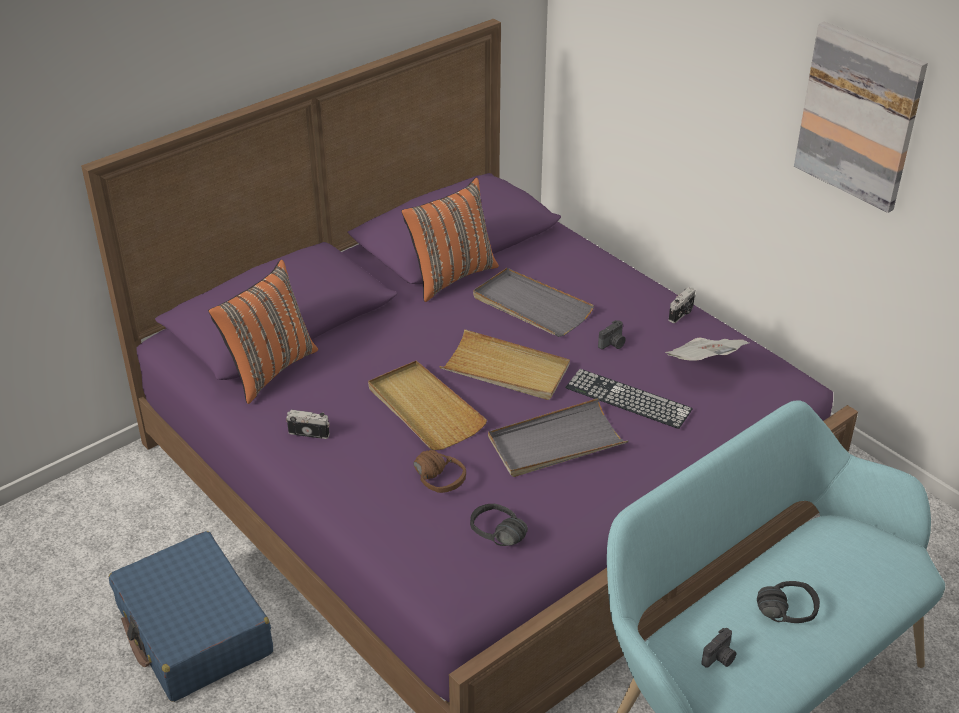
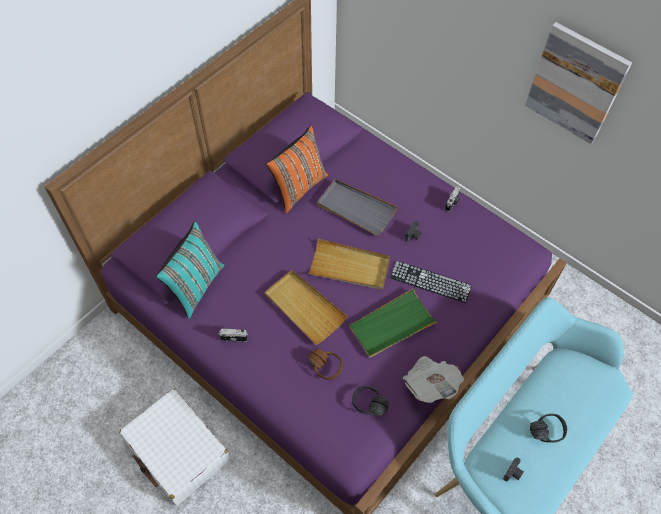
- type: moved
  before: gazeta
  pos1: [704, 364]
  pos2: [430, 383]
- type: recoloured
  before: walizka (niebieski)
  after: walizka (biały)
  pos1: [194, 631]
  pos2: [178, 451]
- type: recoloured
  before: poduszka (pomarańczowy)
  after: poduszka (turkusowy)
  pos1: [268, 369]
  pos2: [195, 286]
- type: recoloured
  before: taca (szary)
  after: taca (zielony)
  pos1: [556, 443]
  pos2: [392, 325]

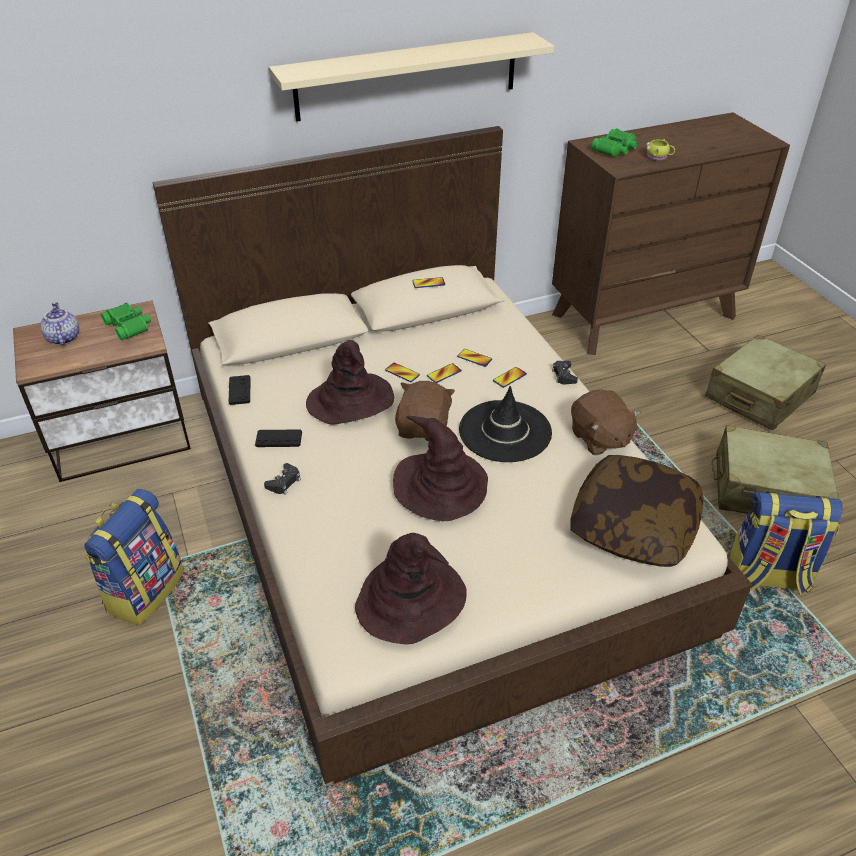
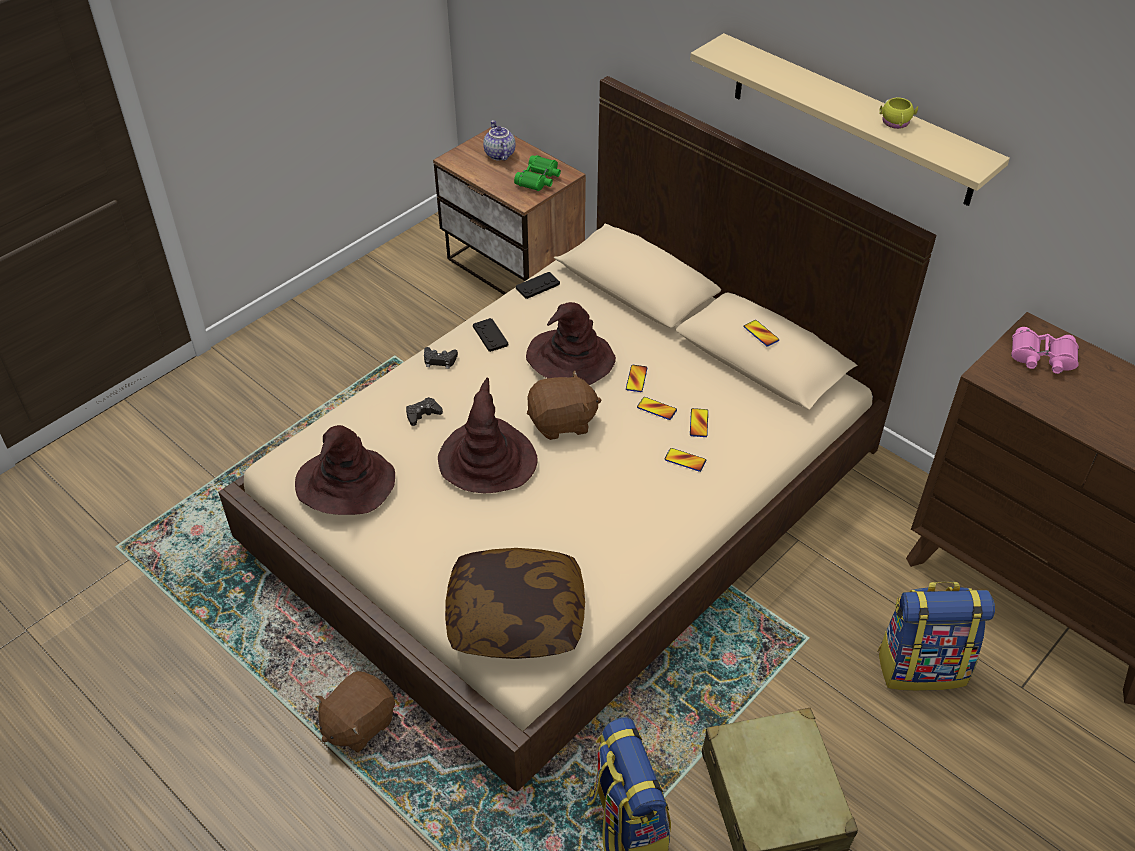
- type: removed
  before: kapelusz (czarny)
  pos1: [505, 431]
- type: removed
  before: walizka (beżowy)
  pos1: [759, 396]
- type: moved
  before: plecak
  pos1: [144, 590]
  pos2: [921, 666]
- type: moved
  before: pad do gier (czarny)
  pos1: [564, 376]
  pos2: [423, 414]
- type: moved
  before: pluszak (brązowy)
  pos1: [599, 438]
  pos2: [358, 723]
- type: moved
  before: kubek (żółty)
  pos1: [658, 158]
  pos2: [896, 123]
- type: recoloured
  before: lornetka (zielony)
  after: lornetka (różowy)
  pos1: [615, 149]
  pos2: [1042, 358]
- type: turned
  before: imbryk
  pos1: [62, 338]
  pos2: [499, 154]
  turn: -60

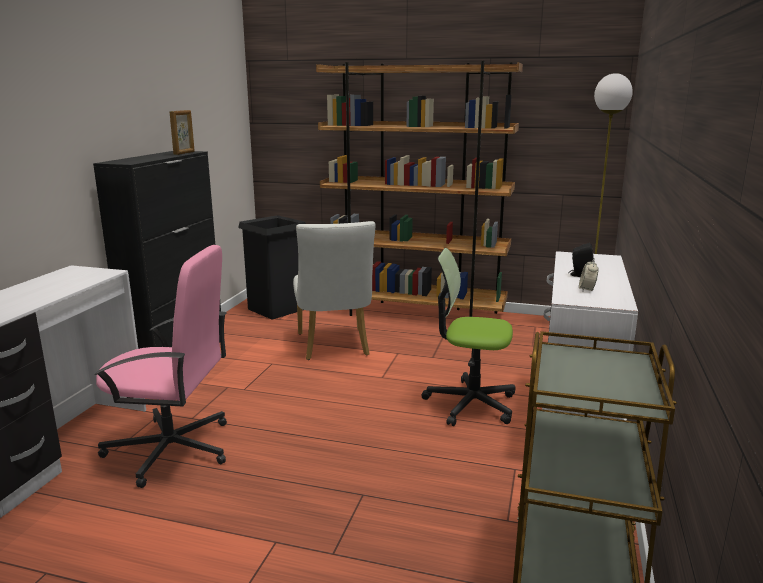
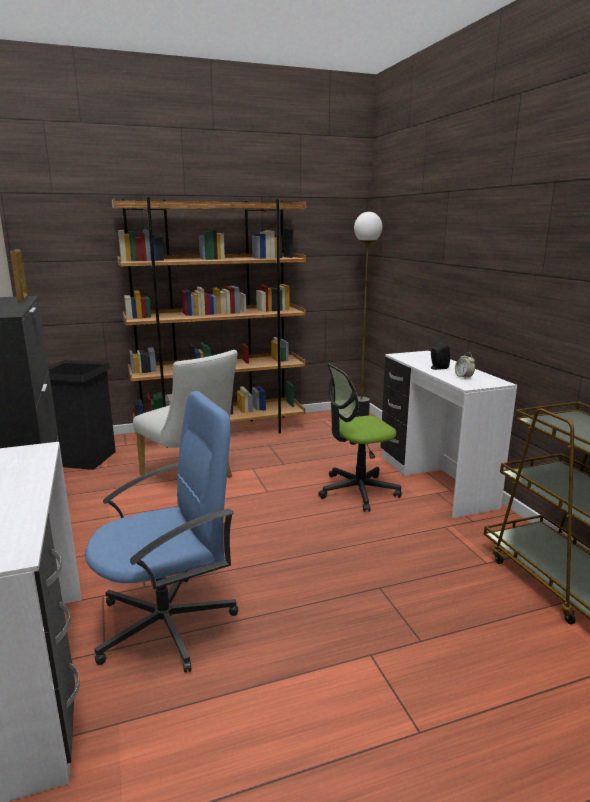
- type: recoloured
  before: krzesło biurowe (różowy)
  after: krzesło biurowe (niebieski)
  pos1: [172, 449]
  pos2: [168, 623]

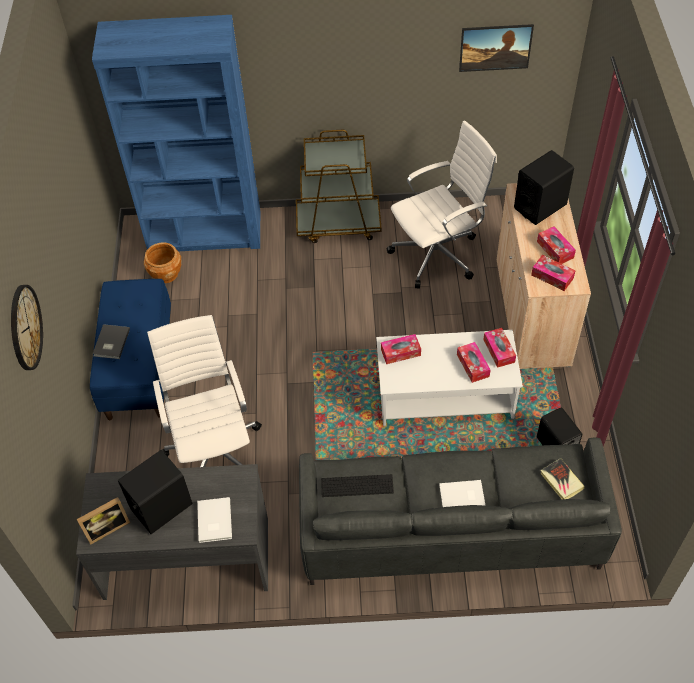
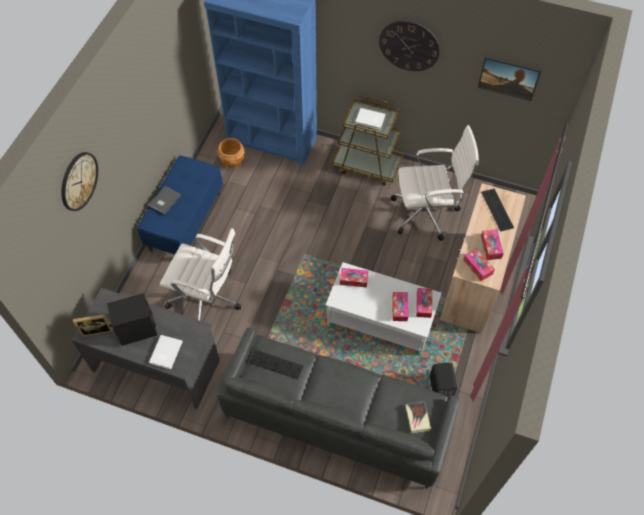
- type: added
  after: zegar ścienny
  pos2: [409, 45]
- type: moved
  before: książka (biały)
  pos1: [463, 498]
  pos2: [370, 120]
- type: replaced
  before: głośnik (czarny)
  after: klawiatura
  pos1: [540, 206]
  pos2: [497, 209]
- type: turned
  before: krzesło biurowe (biały)
  pos1: [214, 450]
  pos2: [207, 298]
  turn: 105

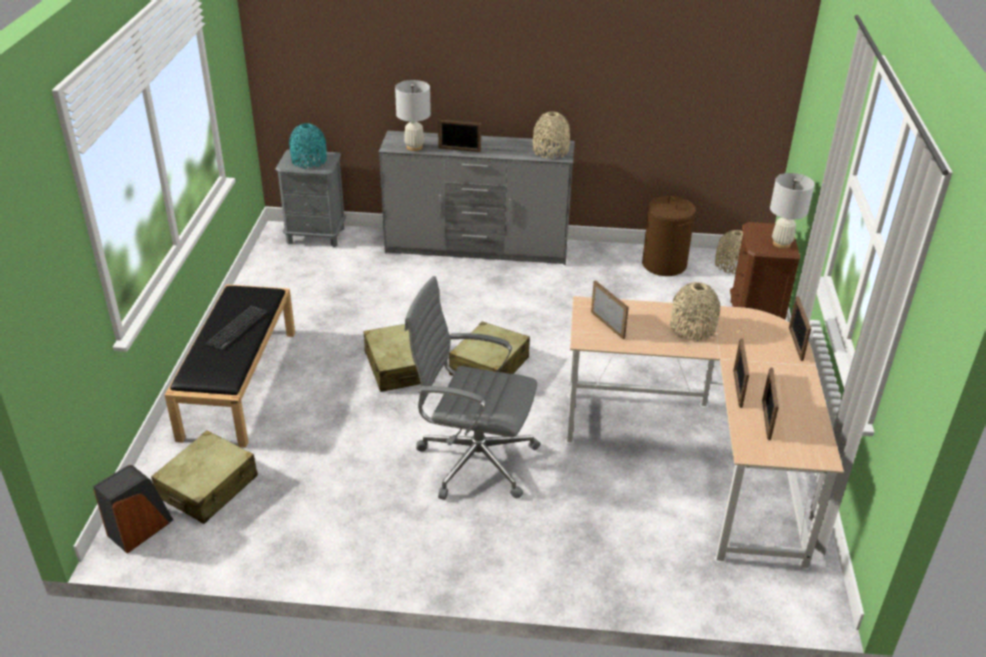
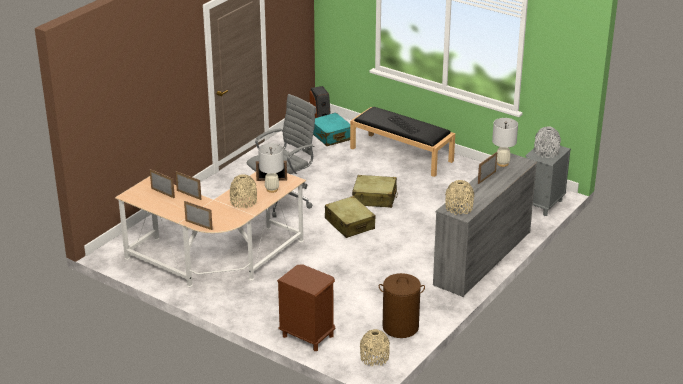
- type: moved
  before: lampa stołowa (biały)
  pos1: [781, 243]
  pos2: [272, 189]
- type: recoloured
  before: walizka (beżowy)
  after: walizka (turkusowy)
  pos1: [208, 487]
  pos2: [331, 136]
- type: recoloured
  before: wazon (turkusowy)
  after: wazon (szary)
  pos1: [309, 161]
  pos2: [546, 152]

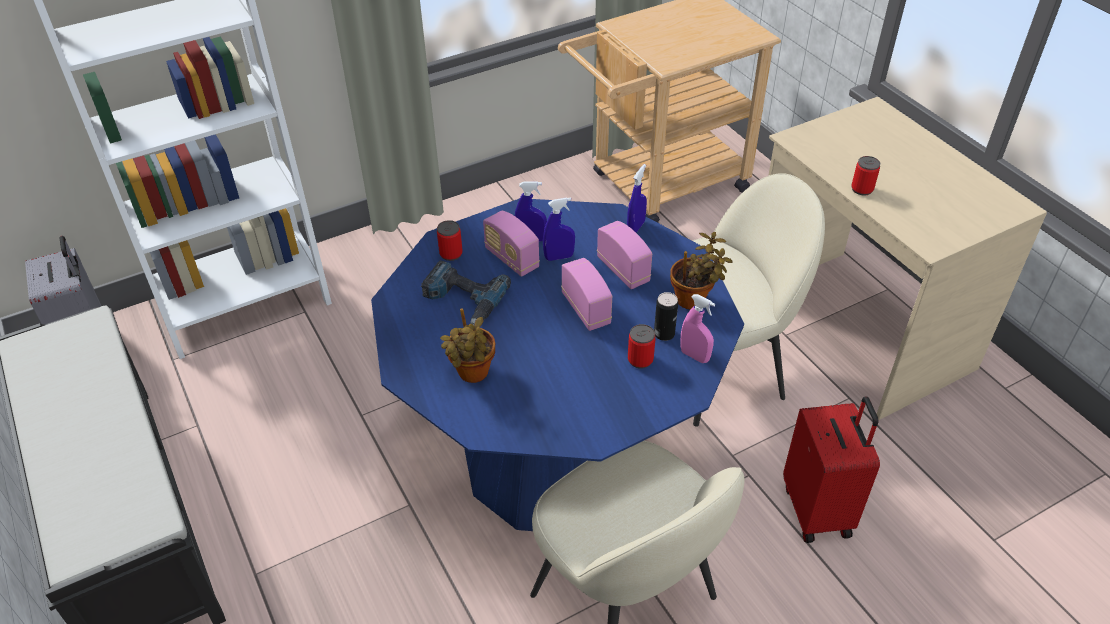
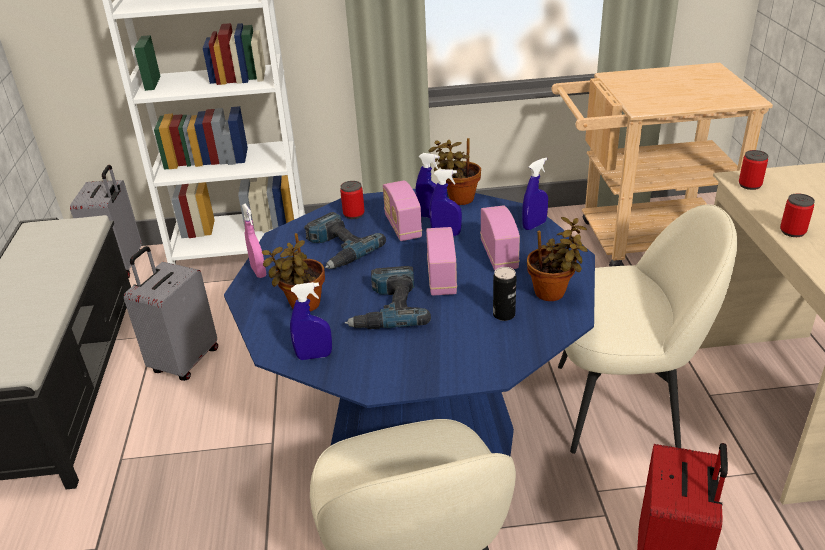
- type: added
  after: walizka (szary)
  pos2: [184, 361]
- type: added
  after: spryskiwacz (niebieski)
  pos2: [314, 356]
- type: added
  after: wiertarka
  pos2: [387, 308]
- type: added
  after: roślina doniczkowa
  pos2: [458, 199]
- type: moved
  before: puszka
  pos1: [640, 360]
  pos2: [749, 185]
- type: moved
  before: spryskiwacz (różowy)
  pos1: [694, 356]
  pos2: [258, 272]

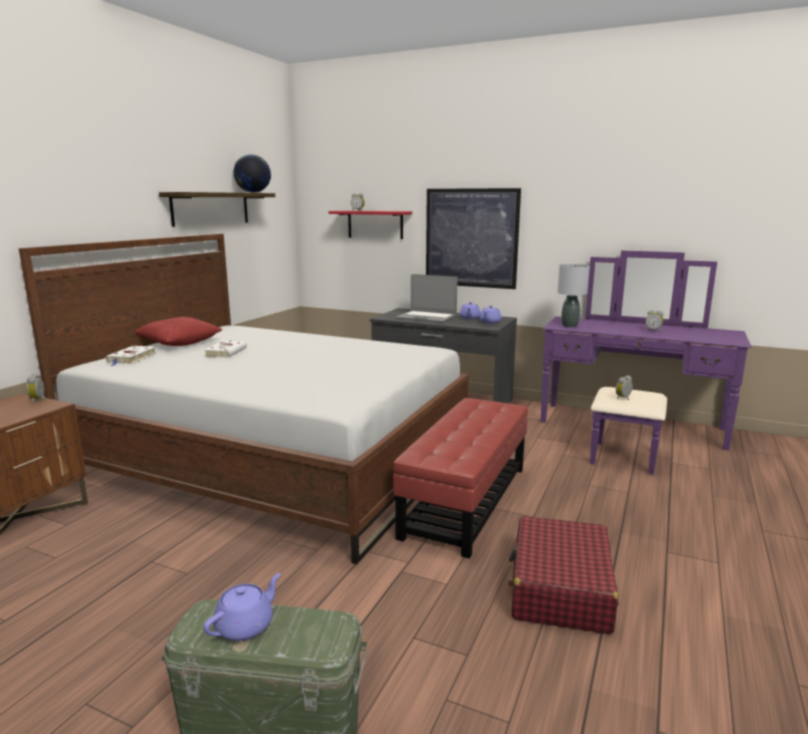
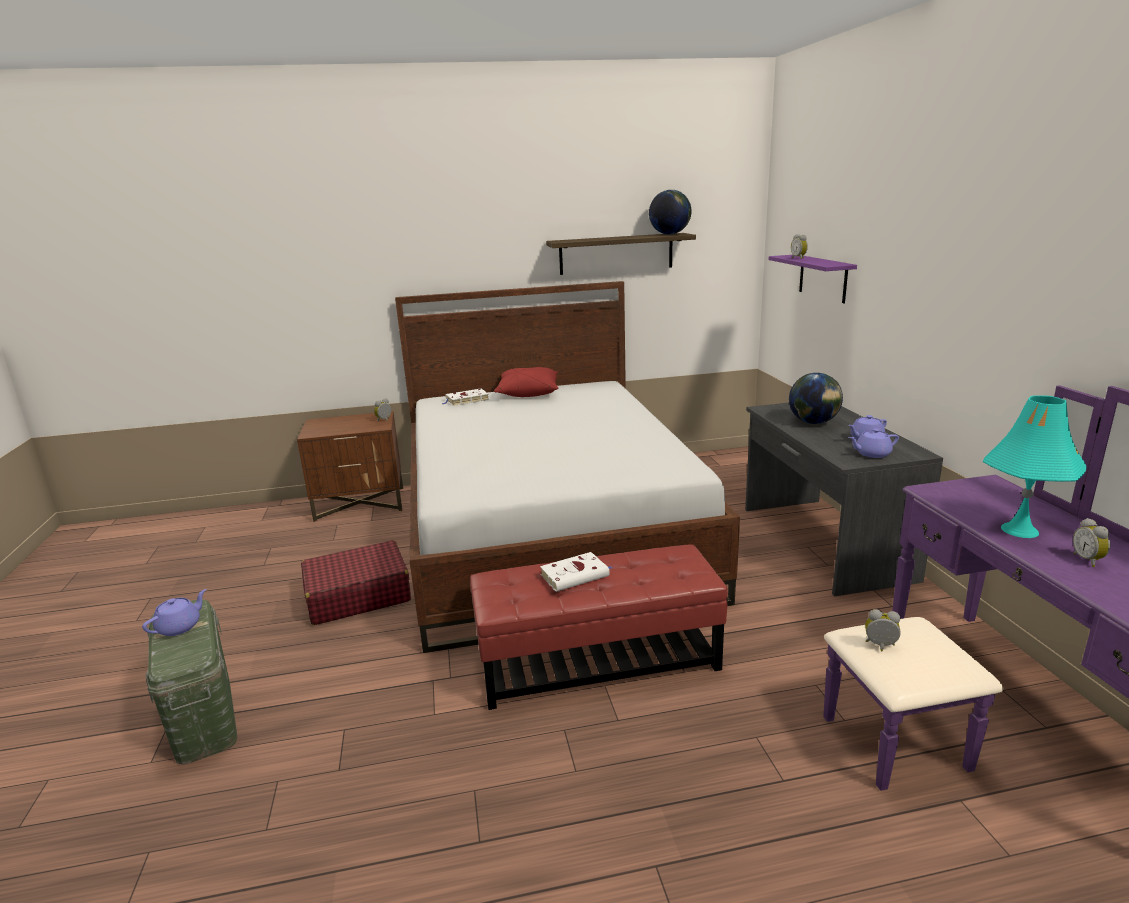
- type: removed
  before: obraz
  pos1: [471, 238]
- type: removed
  before: lampa stołowa (szary)
  pos1: [569, 325]
- type: added
  after: lampa stołowa (turkusowy)
  pos2: [1020, 530]
- type: moved
  before: książka (biały)
  pos1: [226, 352]
  pos2: [576, 575]
- type: moved
  before: walizka (czerwony)
  pos1: [560, 588]
  pos2: [357, 595]
- type: replaced
  before: laptop
  after: globus
  pos1: [426, 317]
  pos2: [813, 423]
- type: recoloured
  before: półka (czerwony)
  after: półka (fioletowy)
  pos1: [375, 224]
  pos2: [823, 278]
- type: turned
  before: imbryk (fioletowy)
  pos1: [246, 626]
  pos2: [180, 627]
  turn: -60

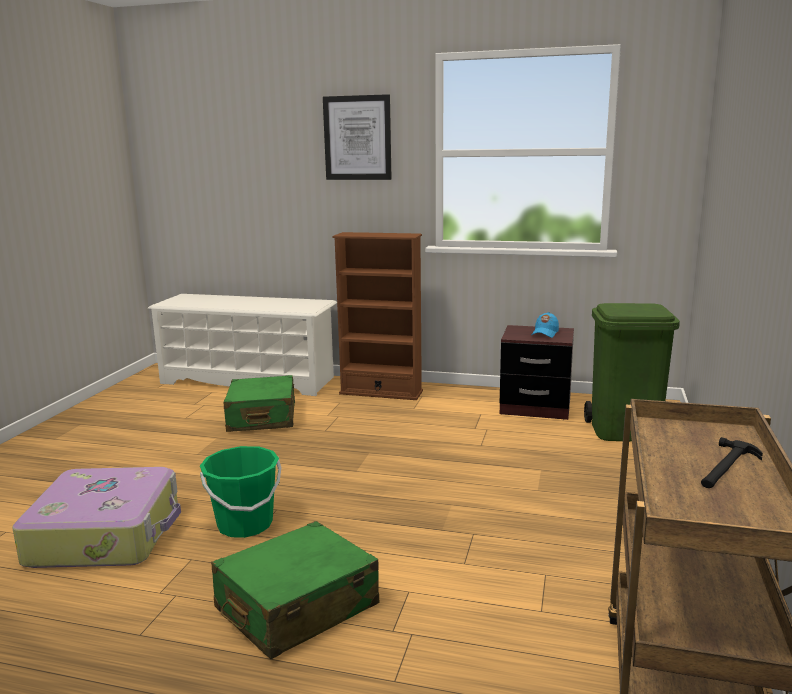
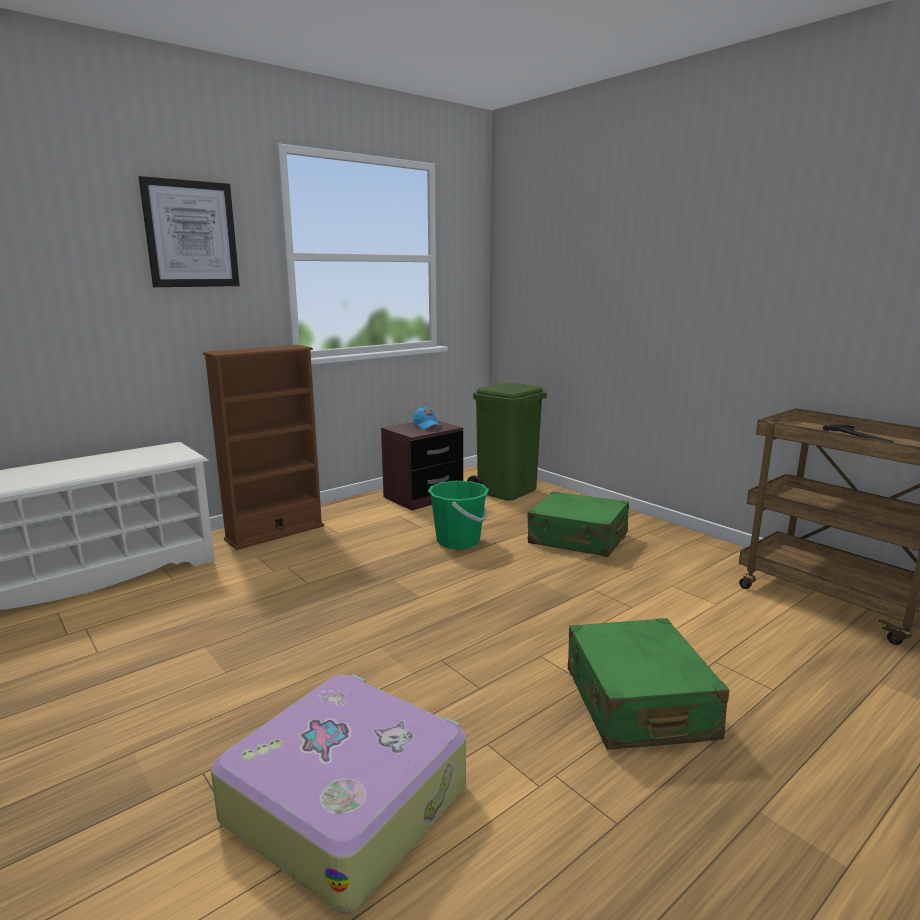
- type: moved
  before: wiadro (zielony)
  pos1: [245, 525]
  pos2: [458, 541]
- type: moved
  before: walizka (zielony)
  pos1: [262, 418]
  pos2: [578, 538]

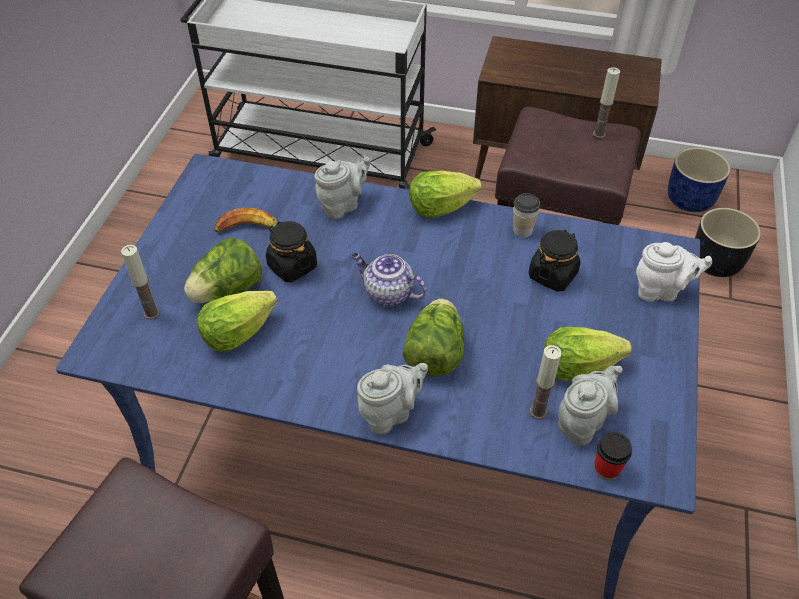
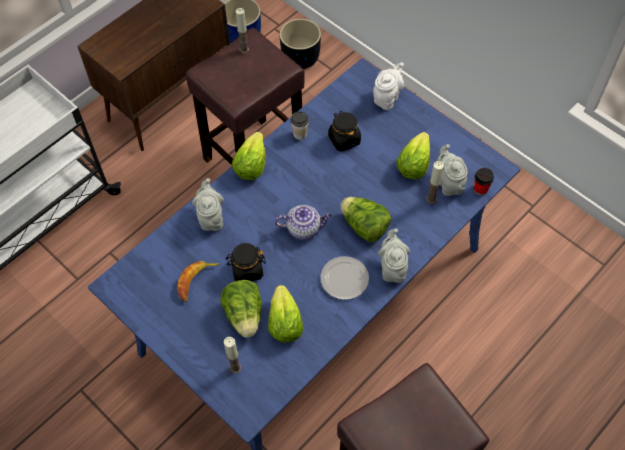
- type: added
  after: talerz
  pos2: [343, 279]
- type: turned
  before: imbryk
  pos1: [387, 293]
  pos2: [304, 228]
  turn: -150

